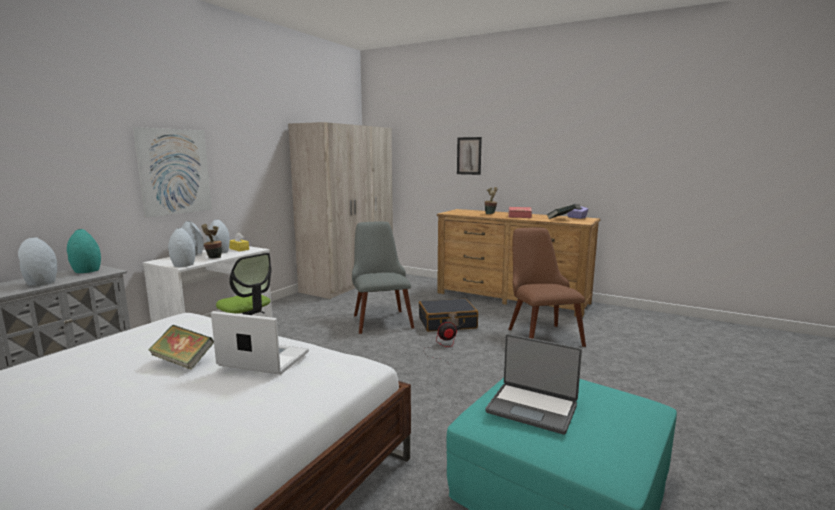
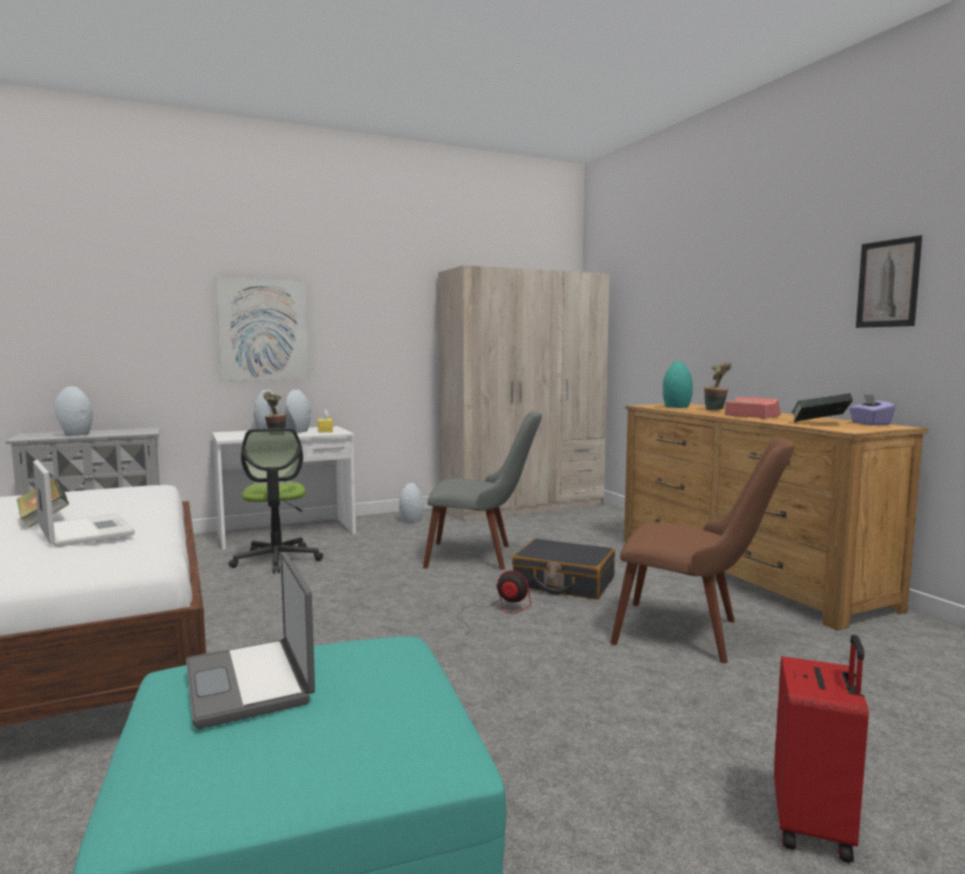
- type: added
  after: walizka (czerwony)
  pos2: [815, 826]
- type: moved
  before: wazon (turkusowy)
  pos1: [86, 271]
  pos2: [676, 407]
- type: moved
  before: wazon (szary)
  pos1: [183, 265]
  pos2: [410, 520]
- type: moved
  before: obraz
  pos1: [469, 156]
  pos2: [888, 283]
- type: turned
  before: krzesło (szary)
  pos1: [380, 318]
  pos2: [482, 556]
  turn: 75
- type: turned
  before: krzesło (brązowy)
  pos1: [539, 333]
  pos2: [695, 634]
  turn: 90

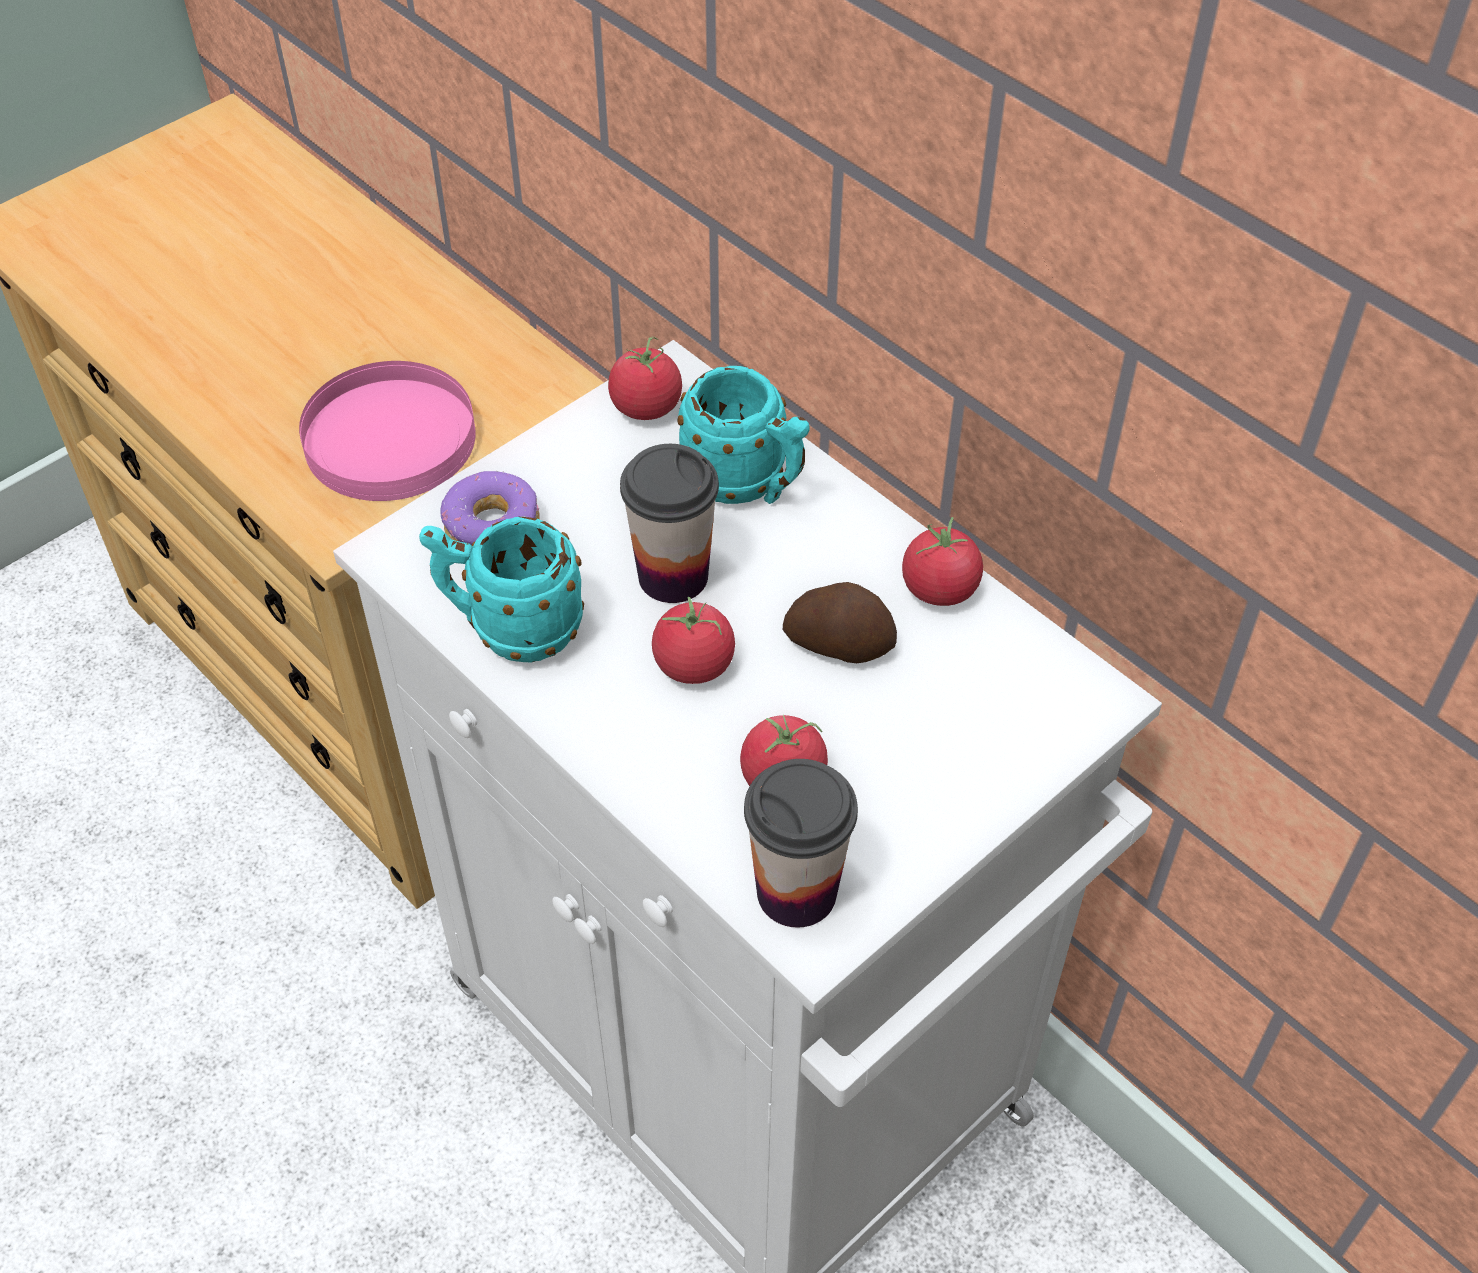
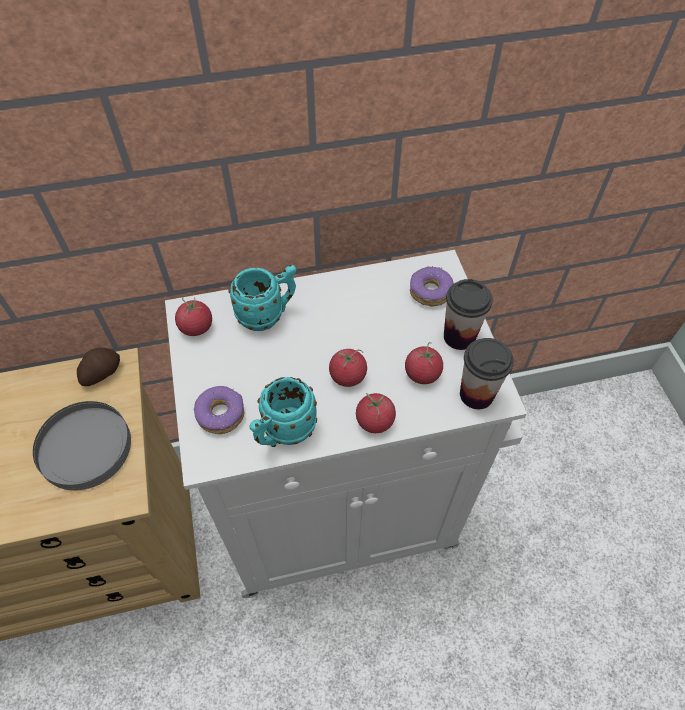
- type: added
  after: donut
  pos2: [429, 291]
- type: moved
  before: filiżanka
  pos1: [673, 576]
  pos2: [459, 336]
- type: moved
  before: ziemniak
  pos1: [839, 642]
  pos2: [101, 372]
- type: moved
  before: pomidor
  pos1: [939, 588]
  pos2: [375, 421]
- type: recoloured
  before: talerz (różowy)
  after: talerz (szary)
  pos1: [391, 438]
  pos2: [85, 446]

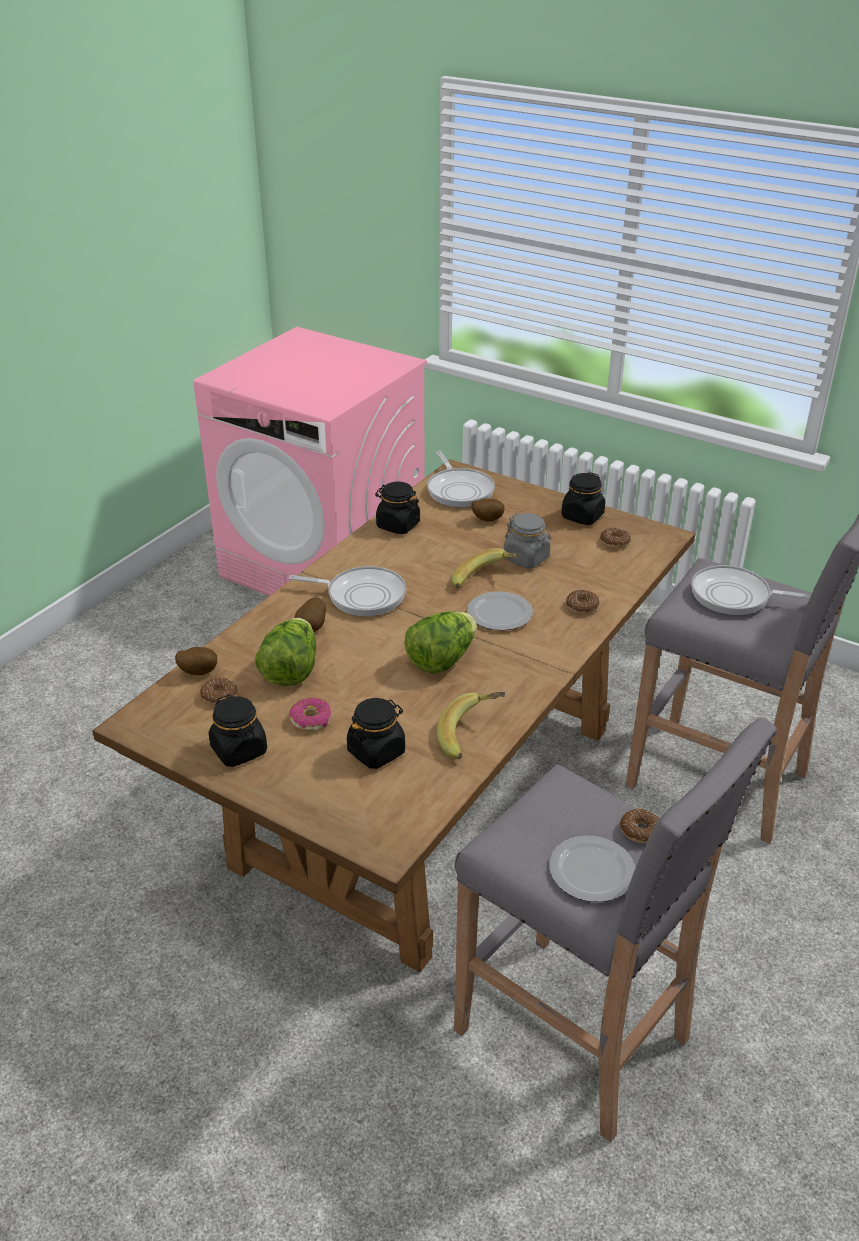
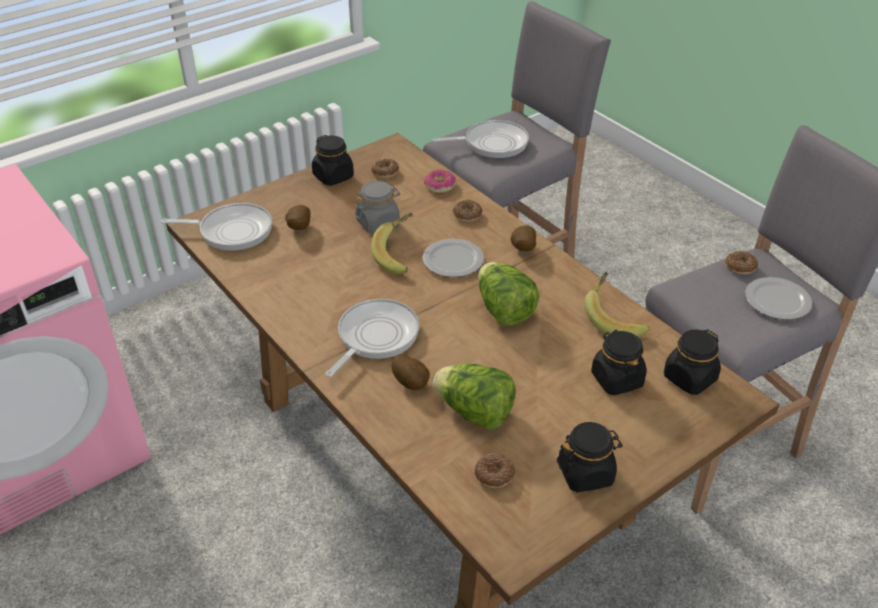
- type: moved
  before: ziemniak
  pos1: [198, 672]
  pos2: [522, 249]
- type: moved
  before: donut
  pos1: [311, 720]
  pos2: [440, 186]
- type: moved
  before: słoik (czarny)
  pos1: [397, 525]
  pos2: [689, 378]
- type: turned
  before: patelnia
  pos1: [735, 596]
  pos2: [492, 144]
  turn: -135

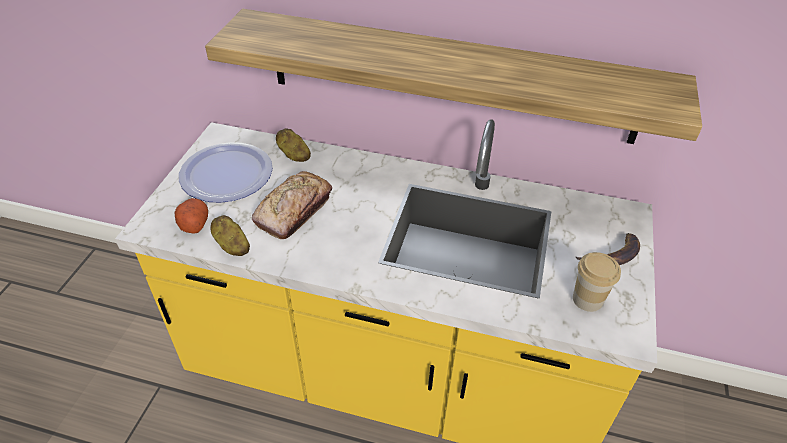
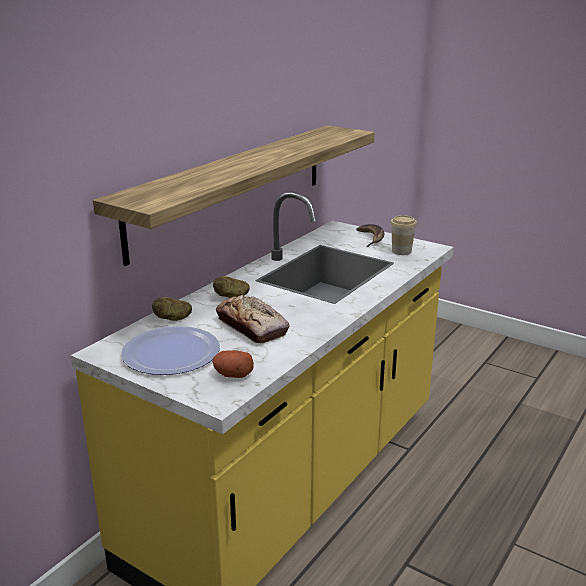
- type: moved
  before: ziemniak
  pos1: [231, 245]
  pos2: [232, 297]

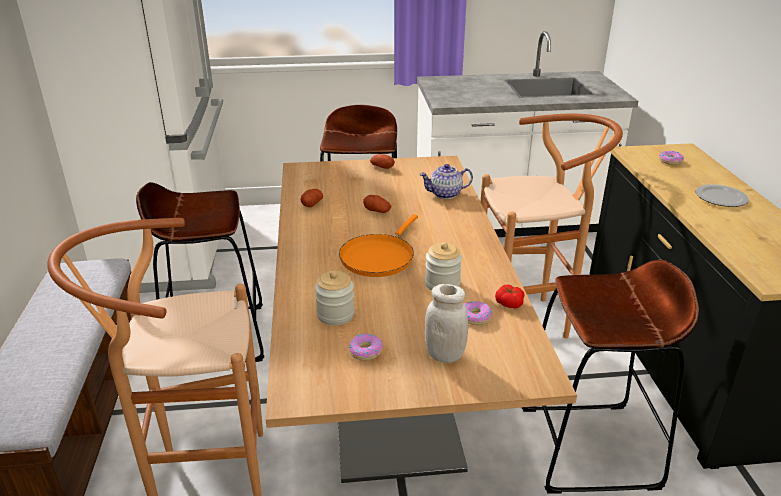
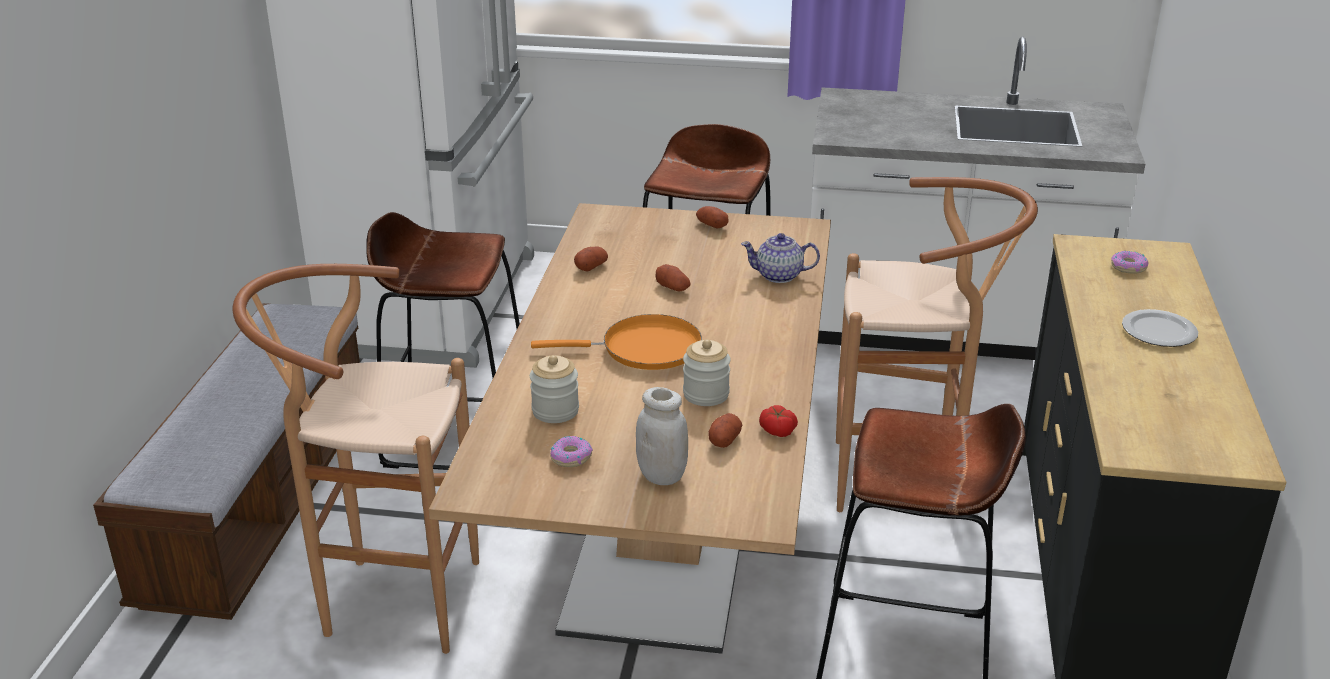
- type: replaced
  before: donut
  after: ziemniak
  pos1: [475, 317]
  pos2: [724, 439]
- type: turned
  before: patelnia (pomarańczowy)
  pos1: [379, 257]
  pos2: [644, 349]
  turn: -135

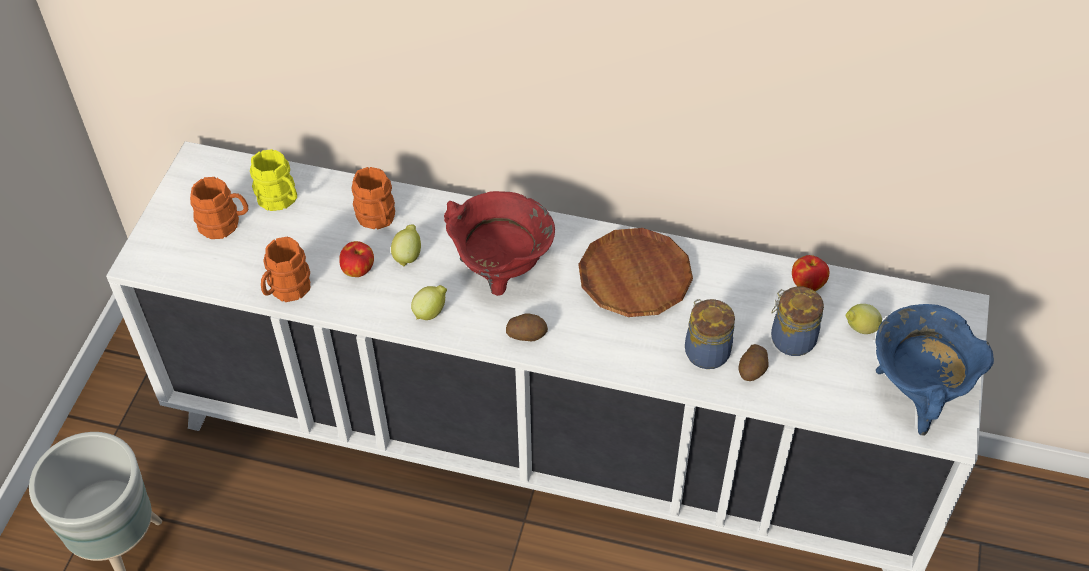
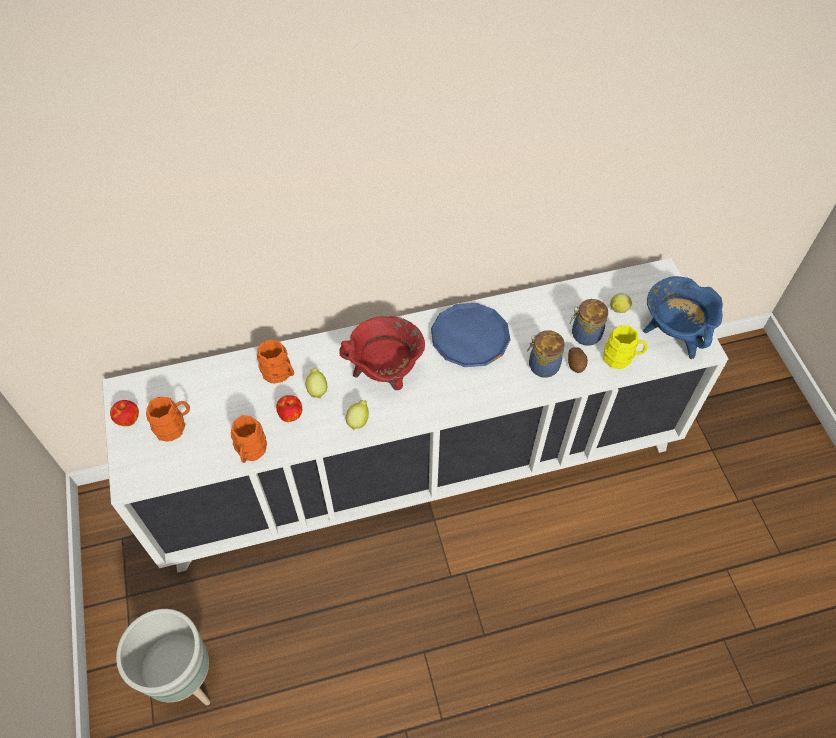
- type: removed
  before: ziemniak
  pos1: [526, 334]
- type: moved
  before: kubek (żółty)
  pos1: [280, 200]
  pos2: [622, 358]
- type: moved
  before: jabłko
  pos1: [807, 283]
  pos2: [128, 419]
- type: recoloured
  before: talerz (brązowy)
  after: talerz (niebieski)
  pos1: [635, 278]
  pos2: [470, 338]

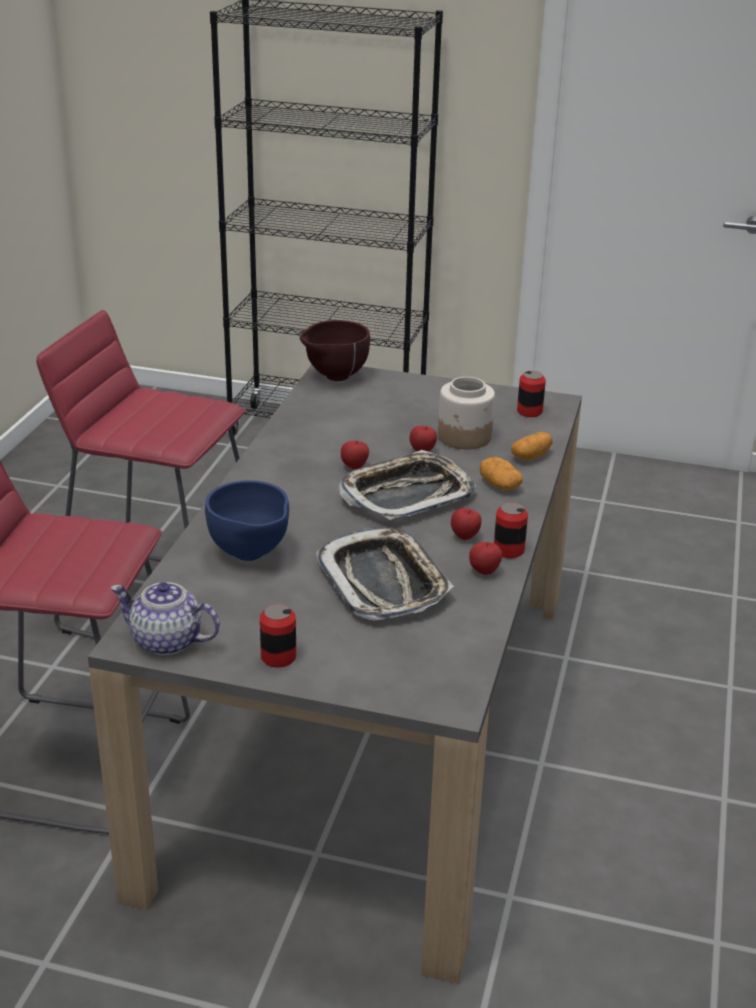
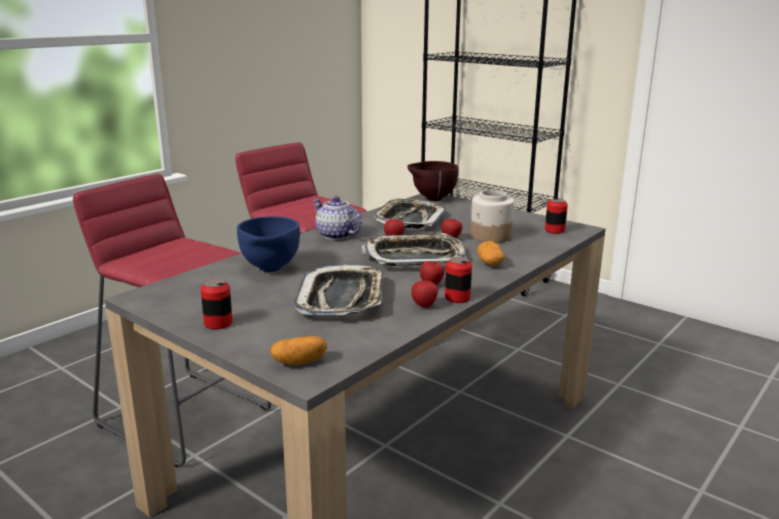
- type: added
  after: taca
  pos2: [409, 220]
- type: moved
  before: imbryk
  pos1: [167, 641]
  pos2: [336, 235]
- type: moved
  before: ziemniak
  pos1: [531, 457]
  pos2: [299, 362]

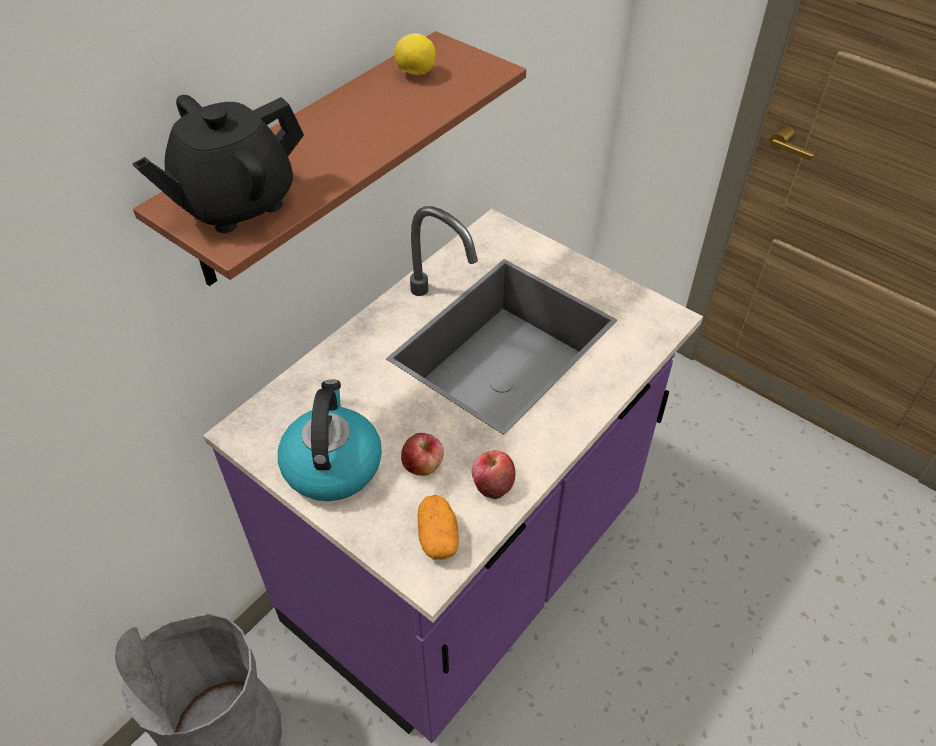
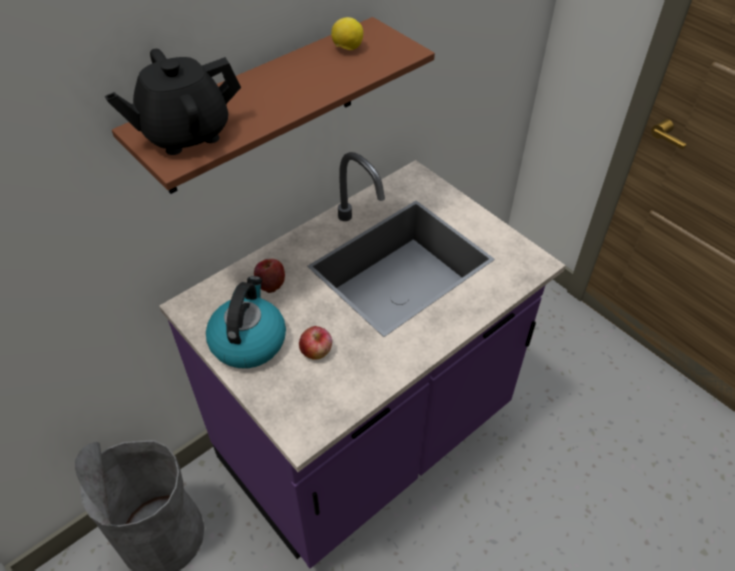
- type: removed
  before: ziemniak
  pos1: [438, 536]
- type: moved
  before: jabłko
  pos1: [492, 484]
  pos2: [270, 283]

